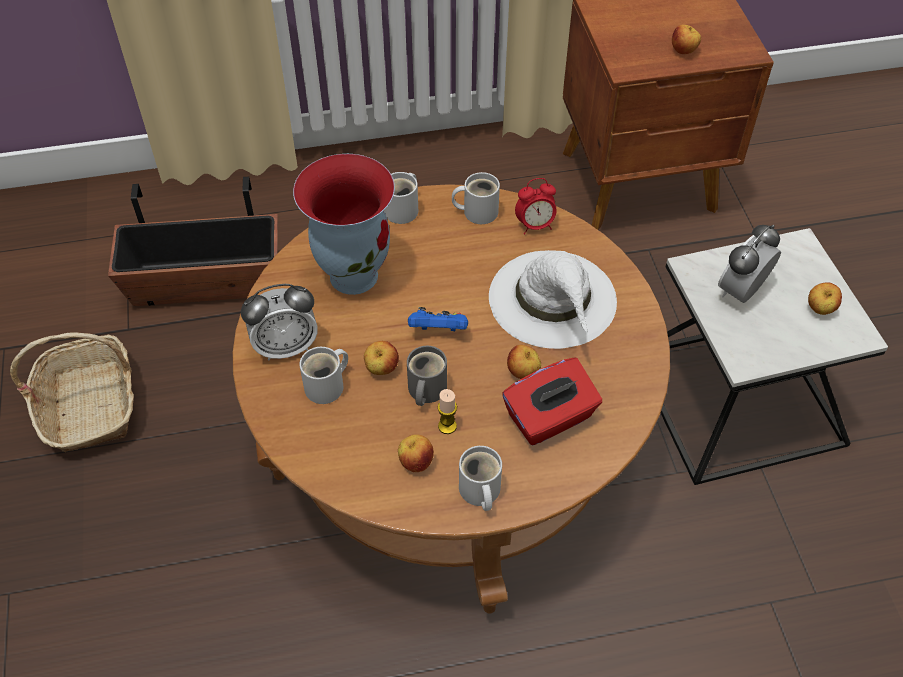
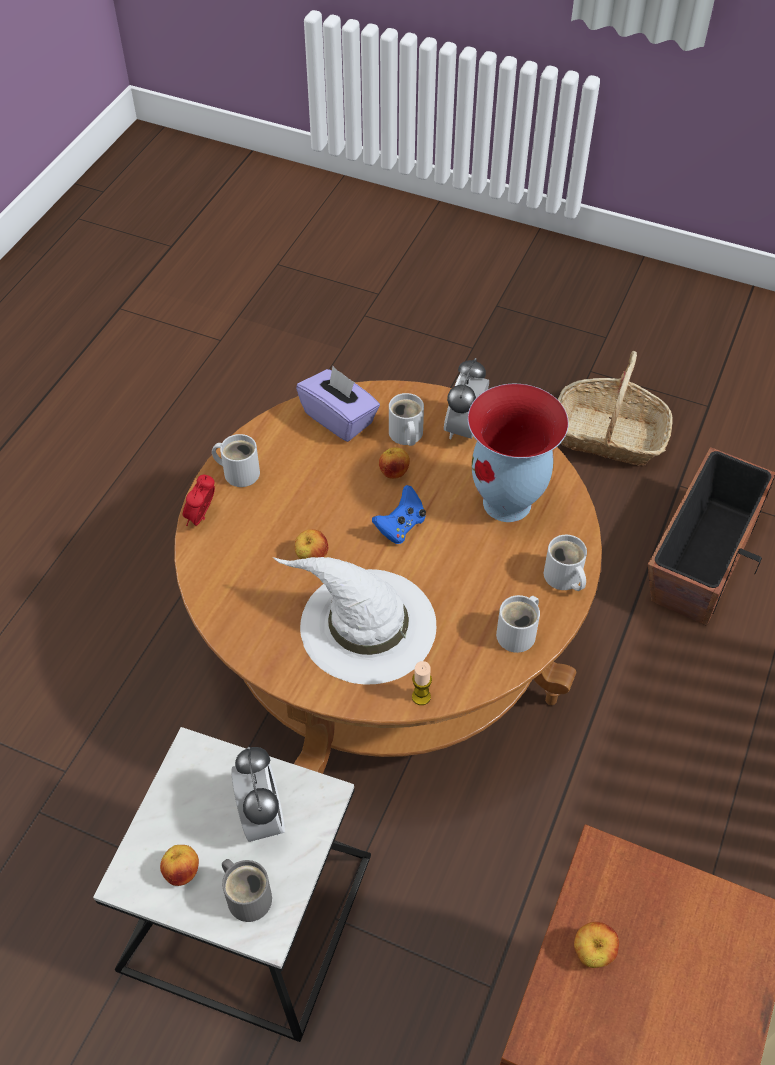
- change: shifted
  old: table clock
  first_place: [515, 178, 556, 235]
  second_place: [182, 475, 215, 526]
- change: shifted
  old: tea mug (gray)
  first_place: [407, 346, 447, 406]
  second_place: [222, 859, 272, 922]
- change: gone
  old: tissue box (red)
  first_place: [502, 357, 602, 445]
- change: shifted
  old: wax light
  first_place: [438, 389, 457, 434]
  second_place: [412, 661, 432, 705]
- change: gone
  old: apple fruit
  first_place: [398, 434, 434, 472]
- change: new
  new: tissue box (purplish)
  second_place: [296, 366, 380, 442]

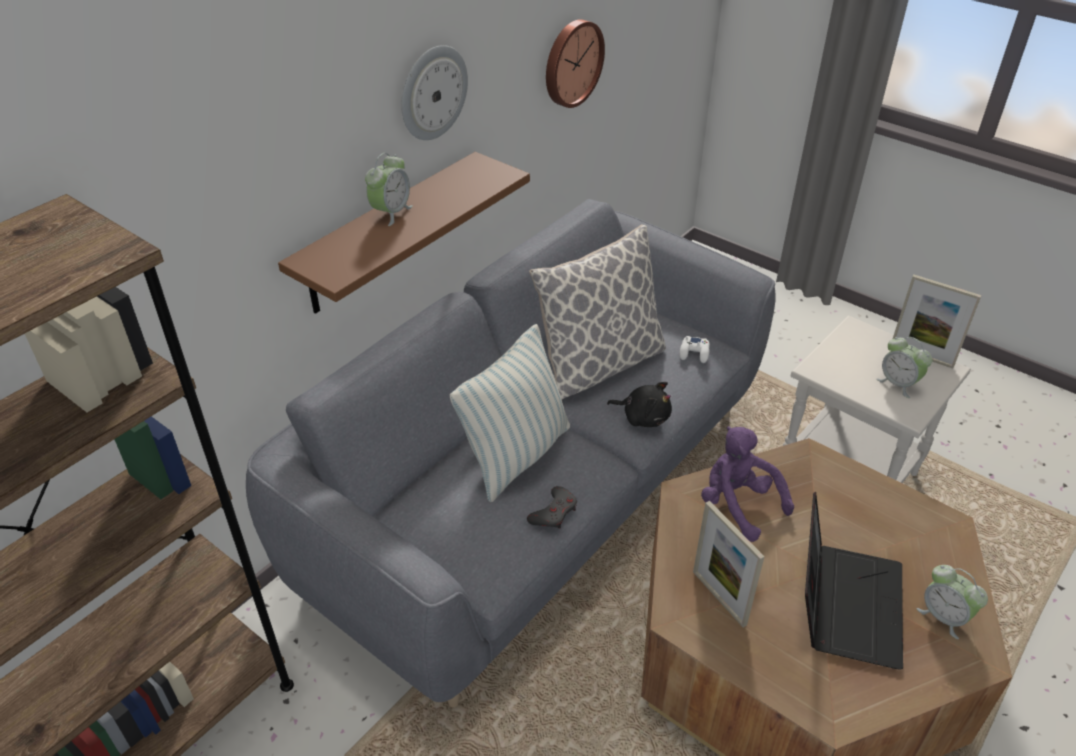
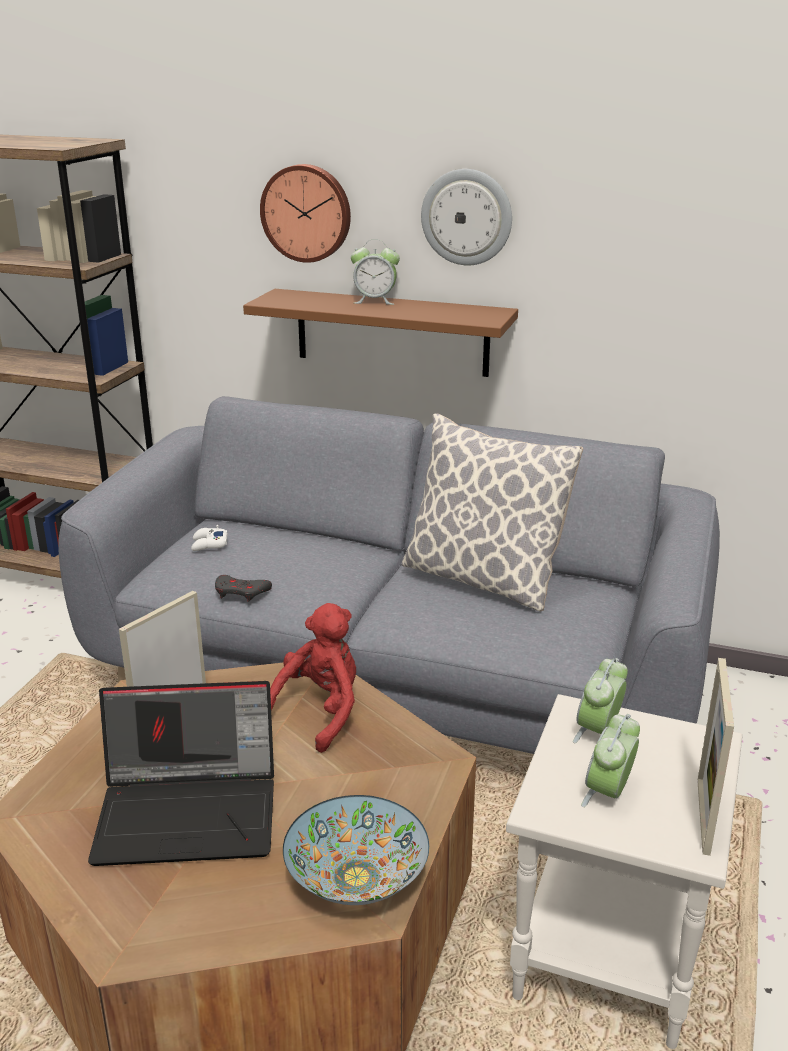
- change: shifted
  old: clock on the wall
  first_place: [546, 19, 605, 108]
  second_place: [260, 164, 351, 263]
- change: gone
  old: pillow
  first_place: [450, 324, 570, 502]
- change: shifted
  old: gamepad (white-coloured)
  first_place: [679, 336, 710, 363]
  second_place: [191, 525, 227, 551]
- change: gone
  old: plush toy (black-coloured)
  first_place: [607, 382, 672, 427]
- change: repainted
  old: plush toy (purplish)
  new: plush toy (red)
  first_place: [701, 426, 794, 542]
  second_place: [270, 603, 356, 753]
- change: shifted
  old: table clock
  first_place: [917, 565, 988, 639]
  second_place: [573, 658, 628, 743]
- change: new
  new: bowl
  second_place: [283, 795, 429, 905]

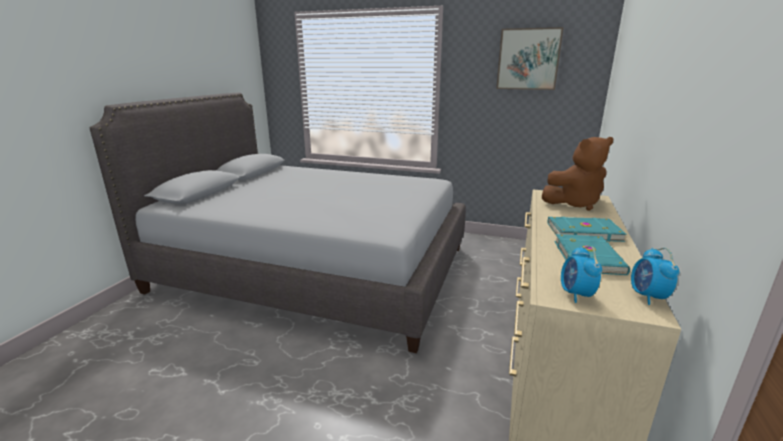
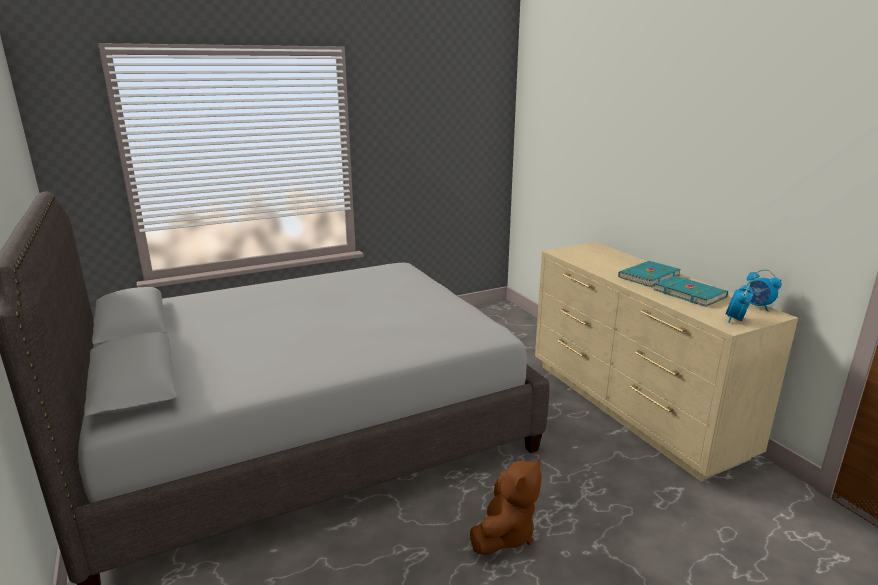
- change: gone
  old: wall art
  first_place: [496, 27, 564, 90]
- change: shifted
  old: plush toy (brown-coloured)
  first_place: [542, 137, 613, 211]
  second_place: [470, 458, 542, 555]
- change: rotated
  old: table clock
  first_place: [561, 246, 602, 303]
  second_place: [725, 283, 753, 323]
  degrees: 75

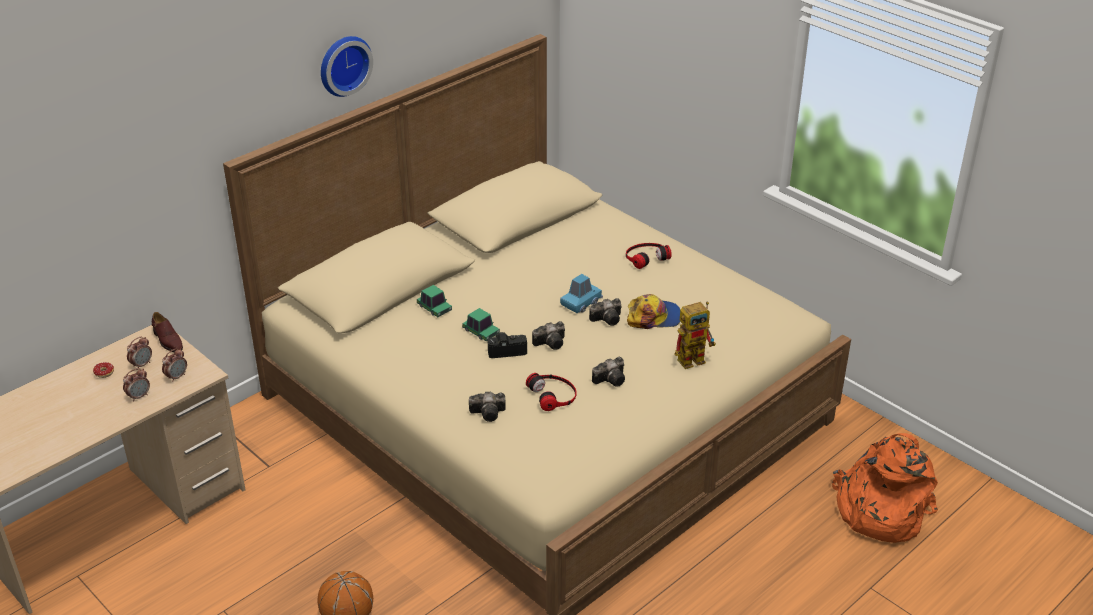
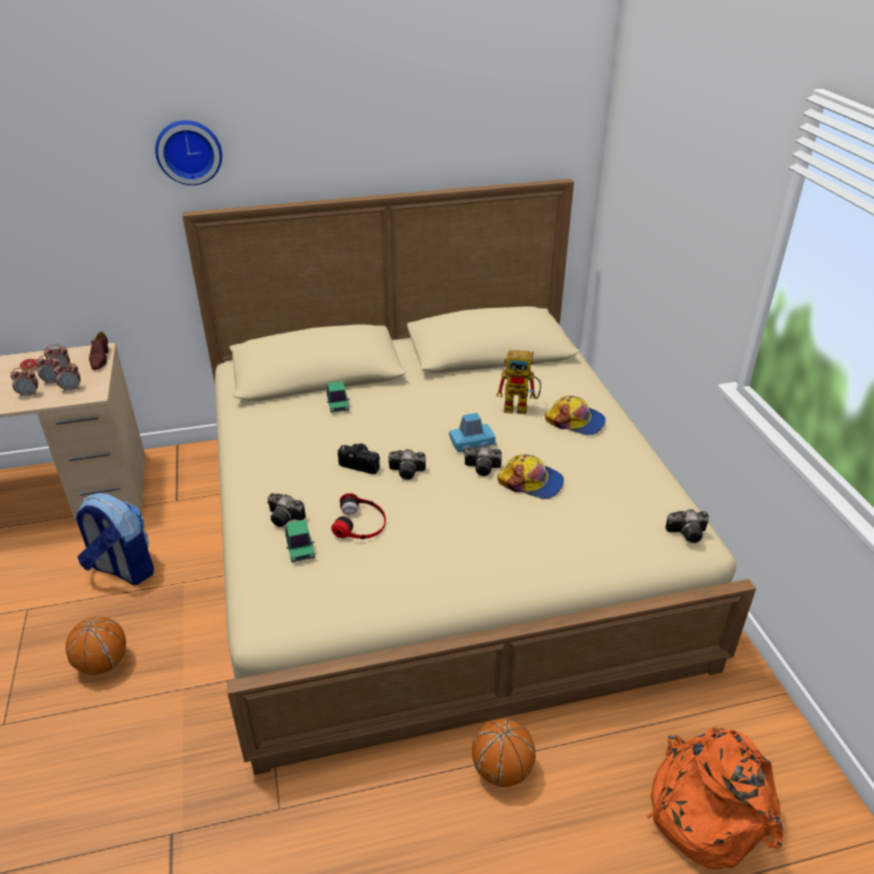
- change: shifted
  old: clock on the wall
  first_place: [321, 36, 373, 97]
  second_place: [155, 120, 222, 185]
- change: swapped
  old: pair of headphones
  new: cap
  first_place: [626, 243, 672, 269]
  second_place: [545, 396, 606, 435]
- change: shifted
  old: robot figure
  first_place: [675, 302, 716, 369]
  second_place: [496, 350, 541, 414]
- change: shifted
  old: toy car
  first_place: [462, 308, 500, 341]
  second_place: [285, 520, 315, 562]
- change: shifted
  old: photo camera
  first_place: [592, 357, 625, 387]
  second_place: [665, 509, 709, 543]
- change: new
  new: table clock
  second_place: [36, 355, 62, 384]
- change: new
  new: backpack
  second_place: [76, 493, 154, 585]
- change: new
  new: basketball ball
  second_place: [472, 719, 536, 787]

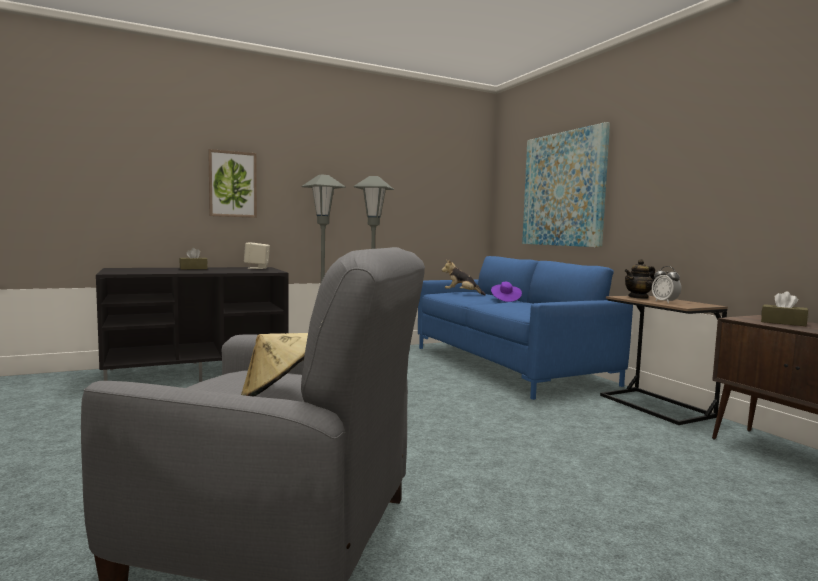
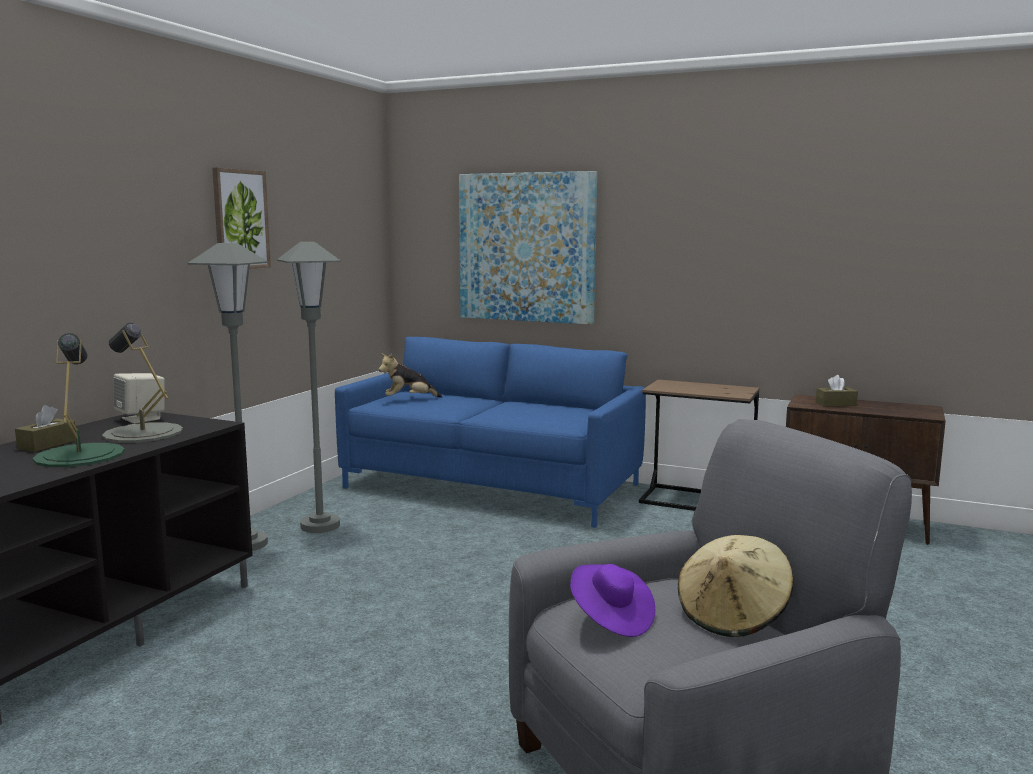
- change: shifted
  old: wall art
  first_place: [208, 149, 257, 218]
  second_place: [212, 167, 271, 269]
- change: gone
  old: pot for tea
  first_place: [625, 259, 655, 299]
- change: gone
  old: table clock
  first_place: [652, 266, 681, 303]
- change: shifted
  old: hat (purplish)
  first_place: [491, 282, 522, 302]
  second_place: [570, 564, 655, 637]
- change: new
  new: tabletop lamp (gray)
  second_place: [102, 323, 183, 443]
- change: new
  new: tabletop lamp (green-coloured)
  second_place: [32, 333, 125, 467]

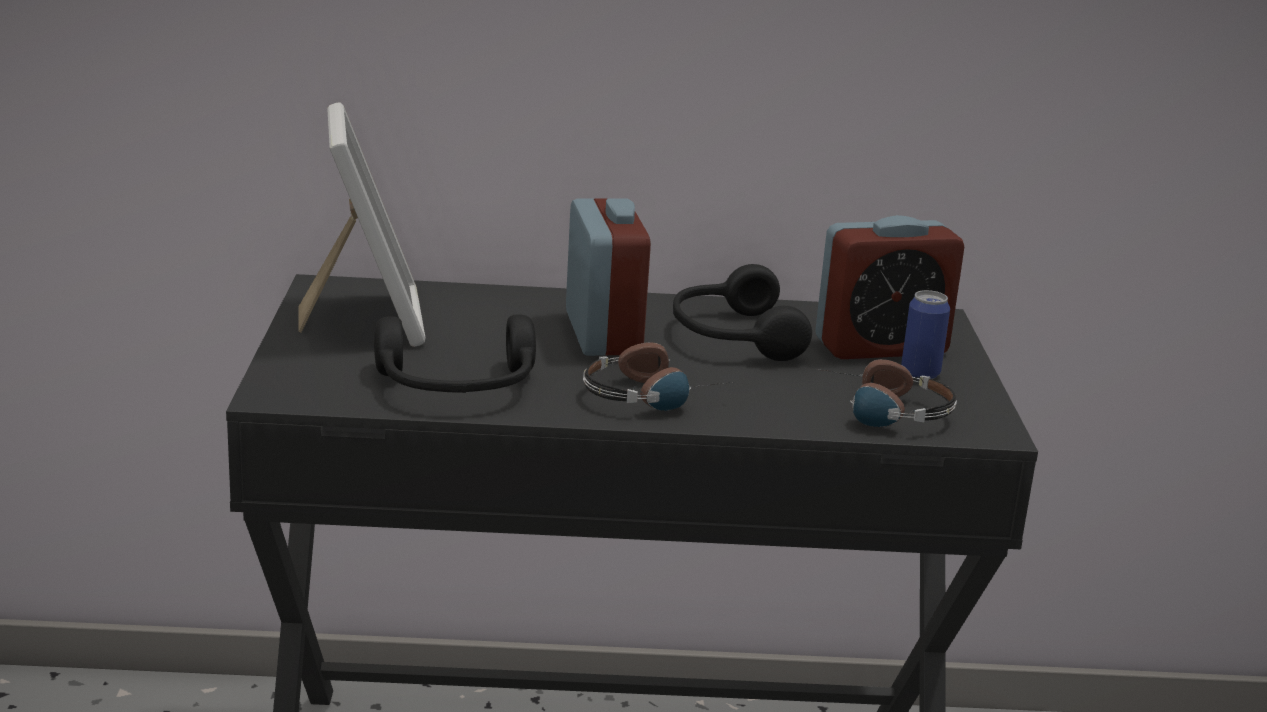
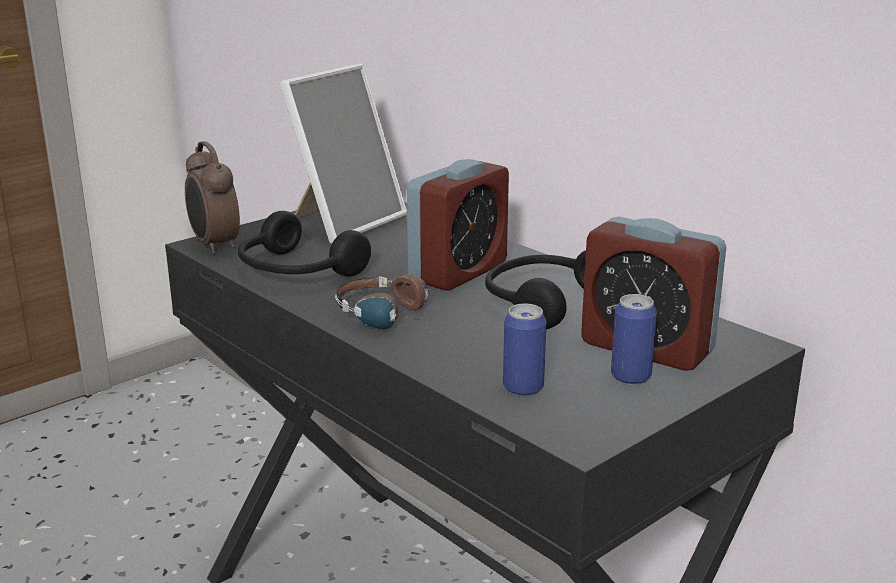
- change: swapped
  old: pair of headphones
  new: metal can
  first_place: [814, 359, 957, 427]
  second_place: [503, 303, 547, 396]
- change: new
  new: table clock
  second_place: [185, 141, 240, 255]

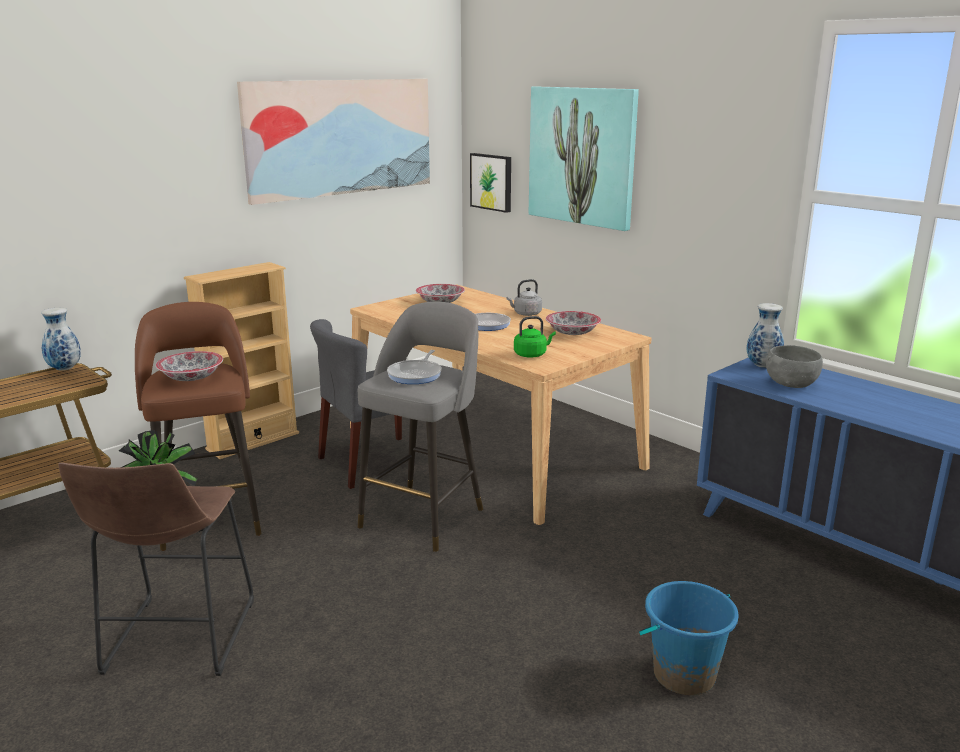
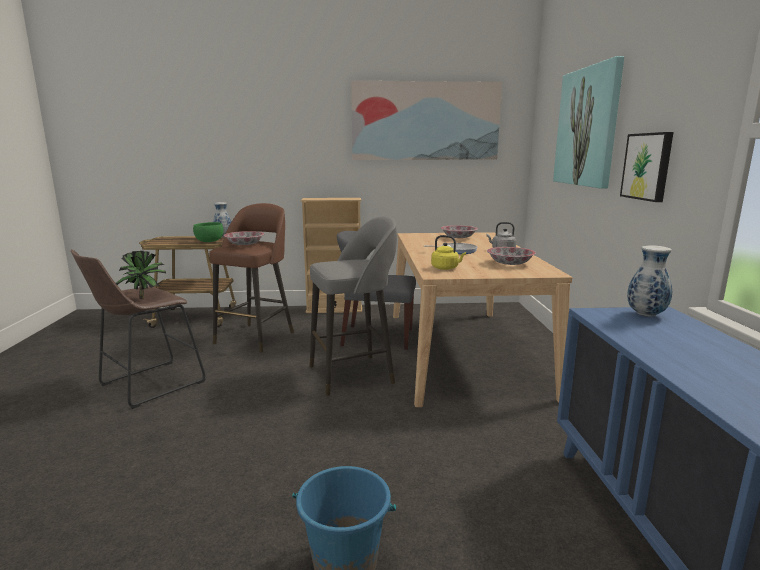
- change: shifted
  old: wall art
  first_place: [470, 153, 511, 213]
  second_place: [620, 132, 674, 202]
- change: repainted
  old: kettle (green-coloured)
  new: kettle (yellow-coloured)
  first_place: [514, 316, 556, 358]
  second_place: [431, 235, 466, 270]
- change: gone
  old: bowl (gray)
  first_place: [766, 345, 823, 388]
- change: gone
  old: frying pan
  first_place: [387, 350, 442, 384]
- change: new
  new: bowl (green-coloured)
  second_place: [193, 222, 223, 242]

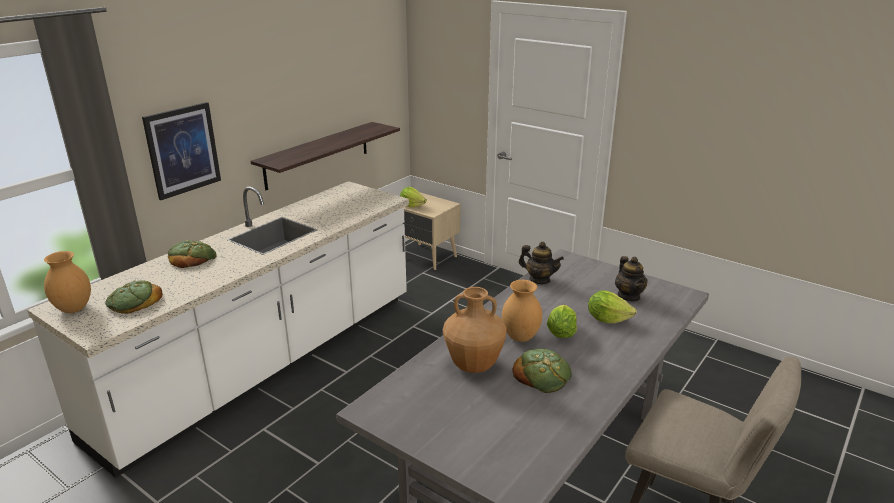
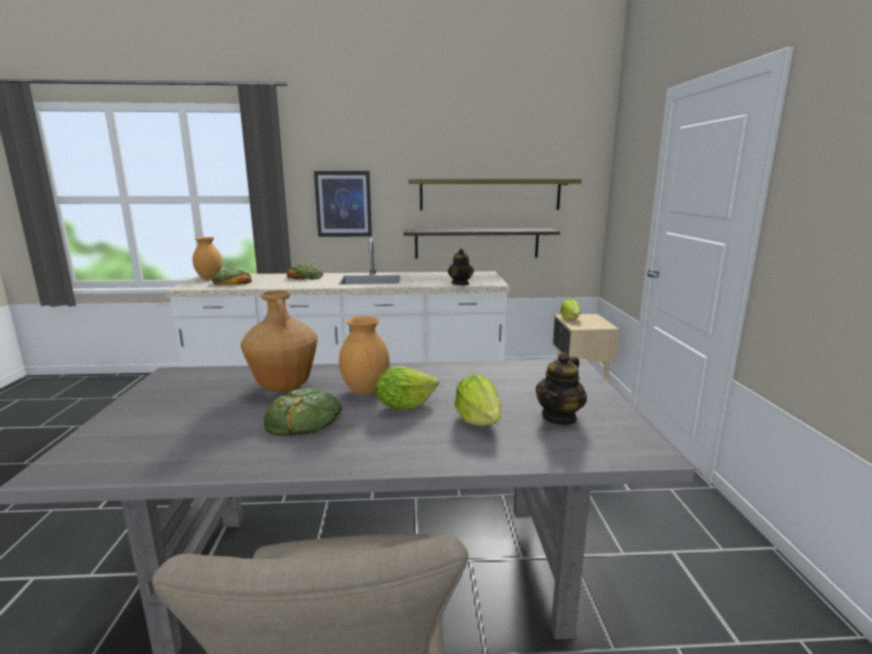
- change: shifted
  old: pot for tea
  first_place: [519, 242, 564, 284]
  second_place: [448, 249, 474, 285]
- change: new
  new: wall shelf
  second_place: [408, 179, 582, 210]

